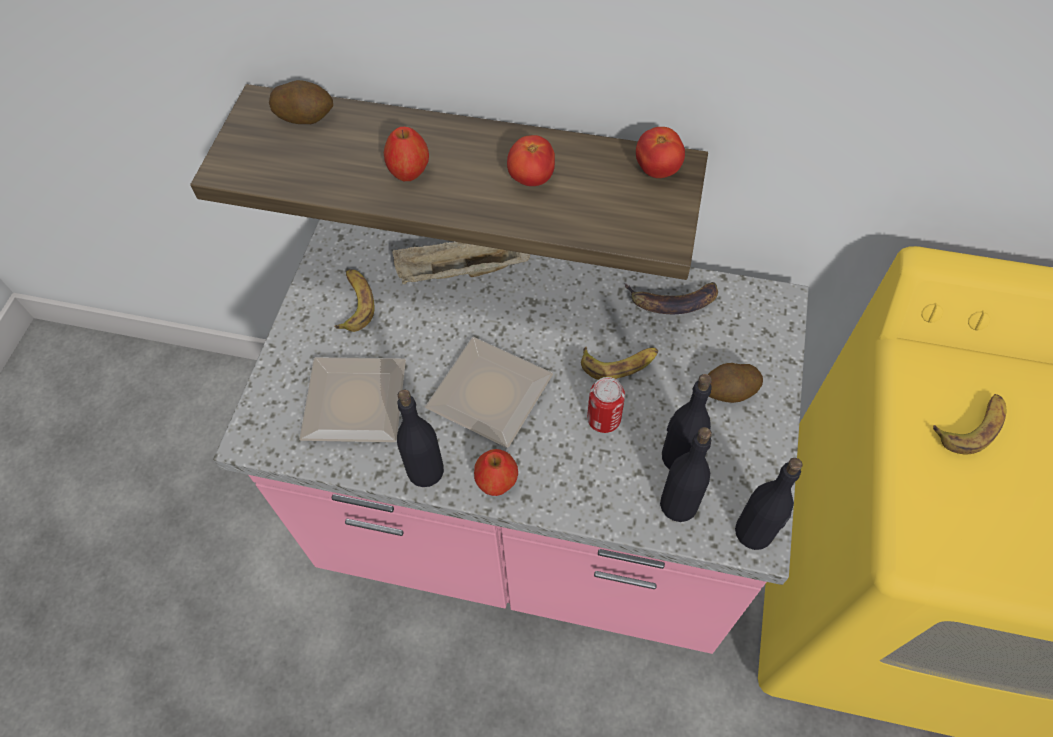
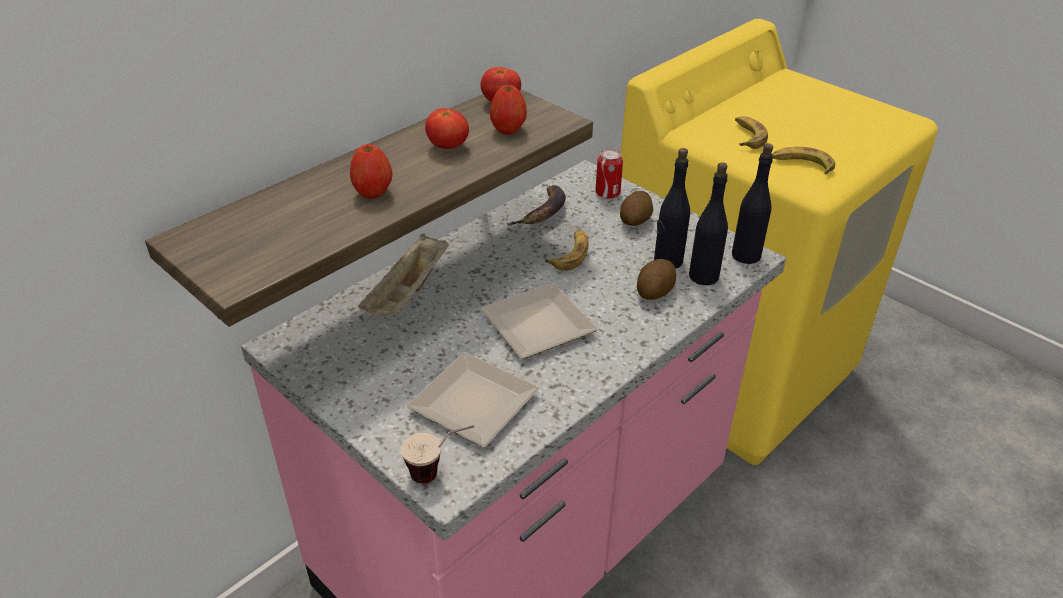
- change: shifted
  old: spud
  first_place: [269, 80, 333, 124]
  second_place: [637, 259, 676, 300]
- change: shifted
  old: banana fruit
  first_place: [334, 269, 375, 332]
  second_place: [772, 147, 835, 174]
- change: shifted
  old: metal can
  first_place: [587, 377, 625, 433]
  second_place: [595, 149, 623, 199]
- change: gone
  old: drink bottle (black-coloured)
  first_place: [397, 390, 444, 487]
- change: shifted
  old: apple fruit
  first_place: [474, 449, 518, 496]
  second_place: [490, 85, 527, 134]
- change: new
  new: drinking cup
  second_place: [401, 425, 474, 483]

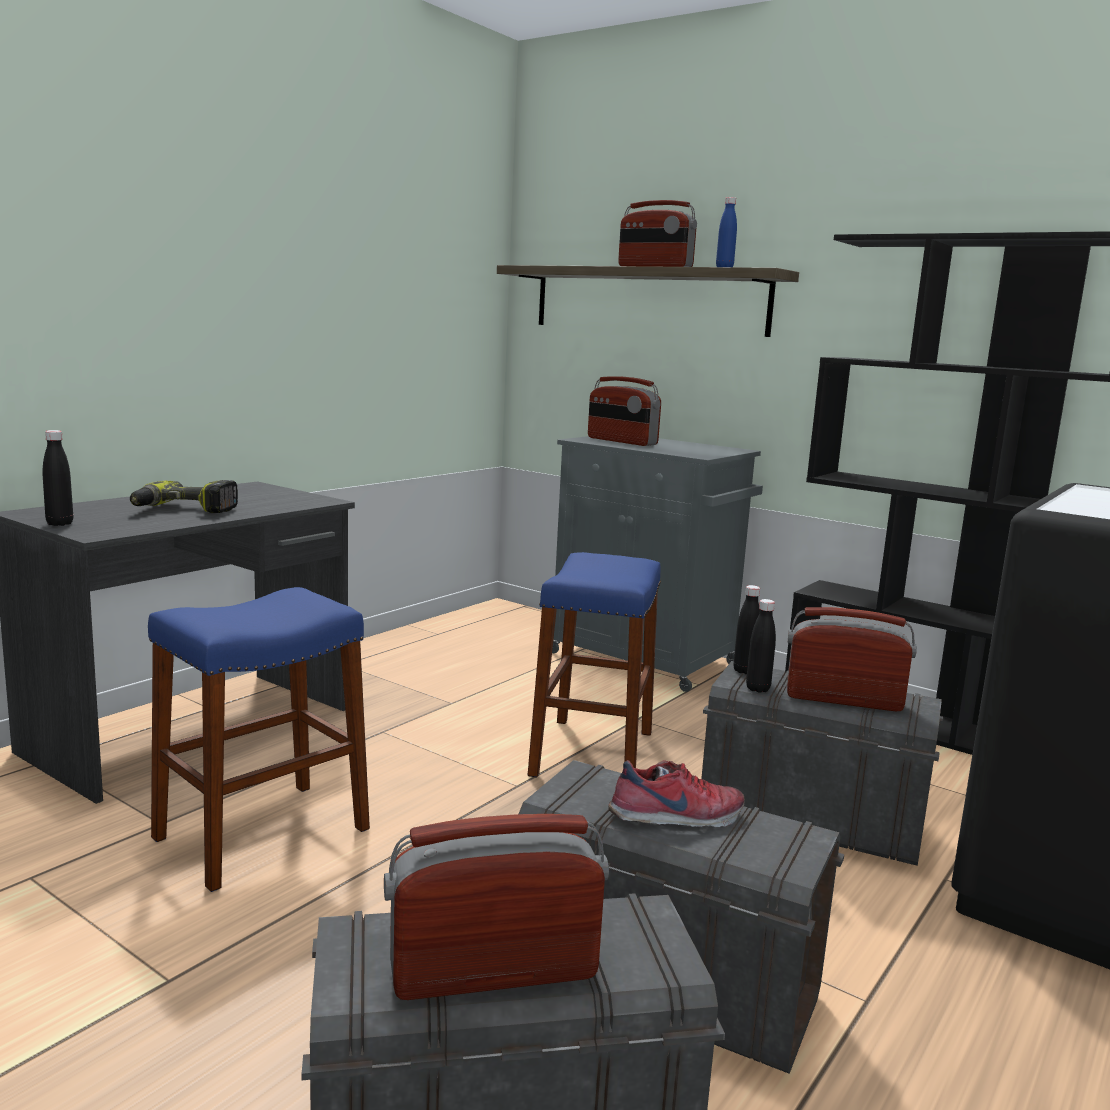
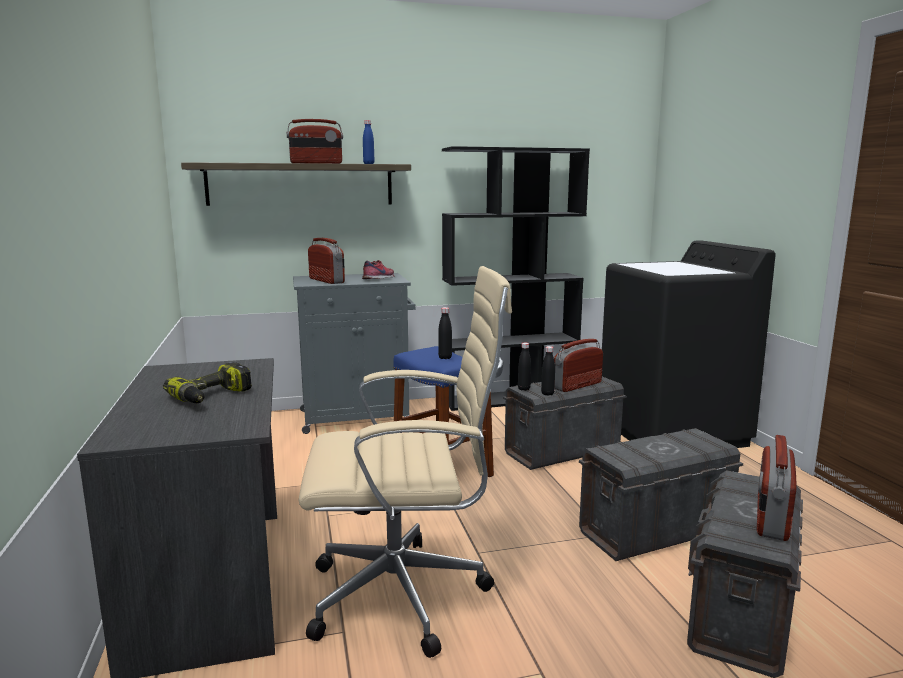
- change: rotated
  old: radio receiver
  first_place: [588, 376, 661, 446]
  second_place: [308, 238, 345, 284]
  degrees: -120
- change: shifted
  old: drink bottle (black-coloured)
  first_place: [43, 430, 73, 526]
  second_place: [438, 307, 452, 359]
- change: swapped
  old: stool (blue-coloured)
  new: office chair (beige-coloured)
  first_place: [148, 587, 370, 892]
  second_place: [299, 266, 512, 658]
- change: shifted
  old: low shoe
  first_place: [608, 760, 745, 827]
  second_place: [362, 260, 395, 279]

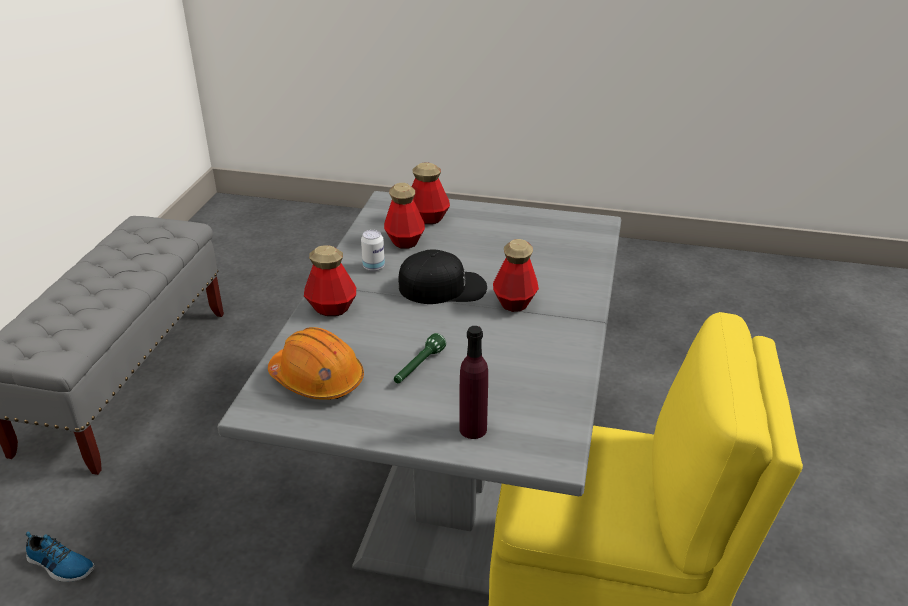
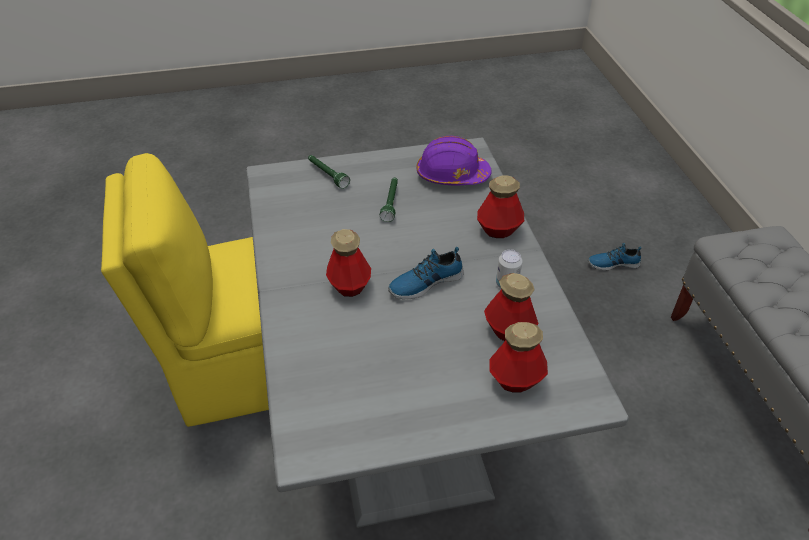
- change: swapped
  old: cap (black-coloured)
  new: low shoe
  first_place: [398, 249, 487, 304]
  second_place: [388, 247, 464, 299]
- change: swapped
  old: drink bottle (purplish)
  new: torch (green-coloured)
  first_place: [459, 326, 488, 439]
  second_place: [308, 155, 350, 189]
- change: repainted
  old: hard hat (orange)
  new: hard hat (purplish)
  first_place: [268, 327, 364, 400]
  second_place: [417, 136, 492, 185]

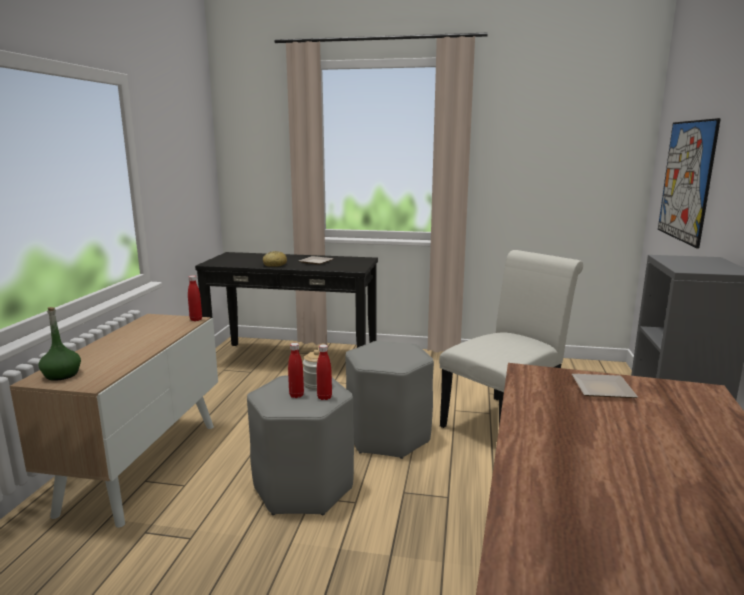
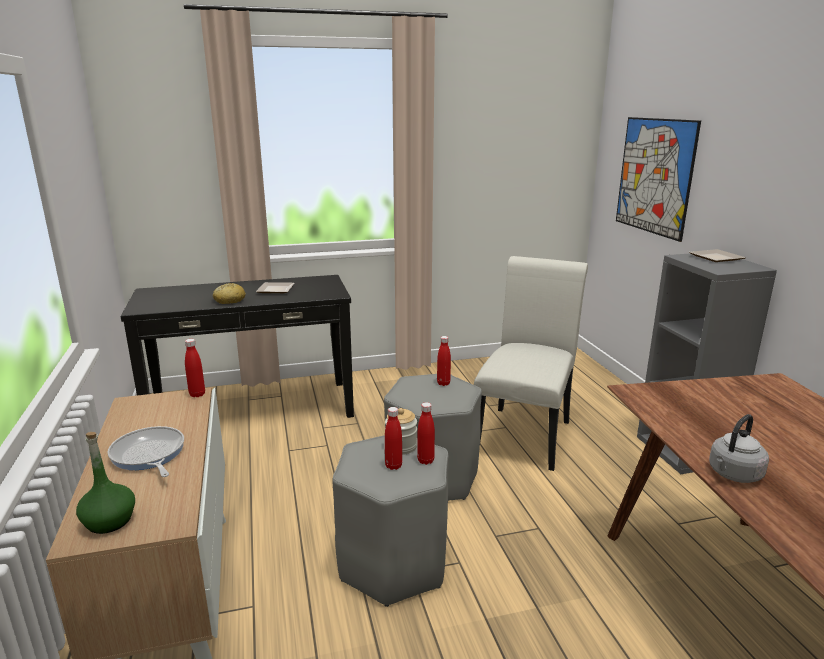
- change: shifted
  old: dinner plate
  first_place: [572, 374, 638, 398]
  second_place: [689, 249, 746, 262]
- change: new
  new: drink bottle (red)
  second_place: [437, 336, 451, 386]
- change: new
  new: kettle (gray)
  second_place: [709, 414, 769, 483]
- change: new
  new: frying pan
  second_place: [107, 426, 184, 477]

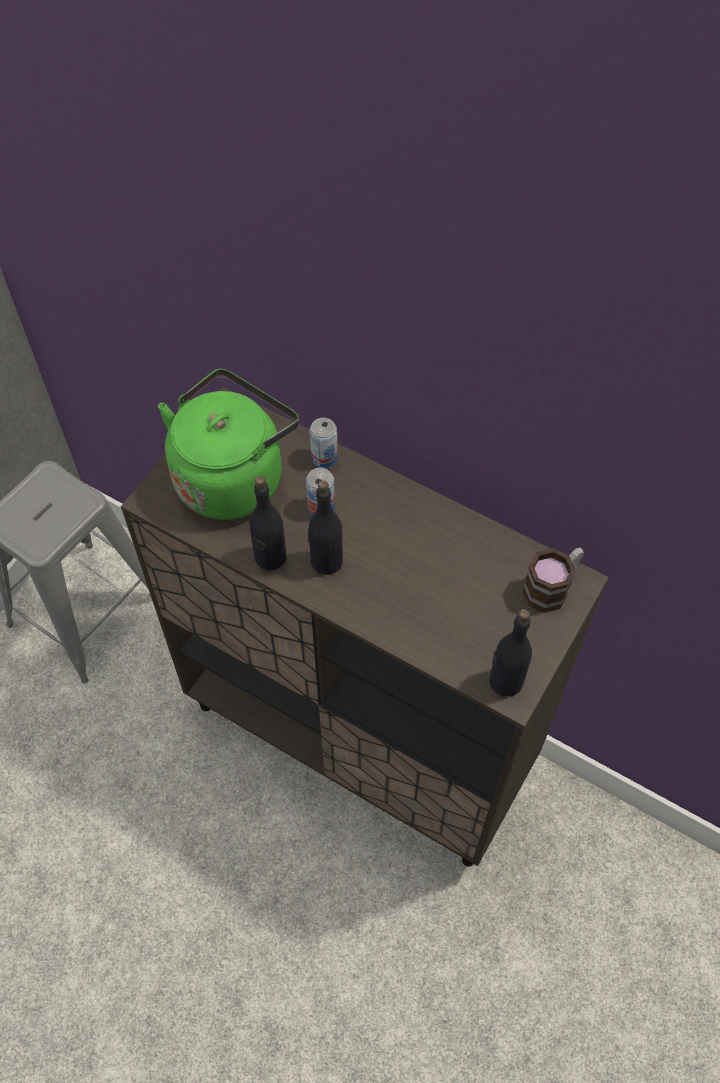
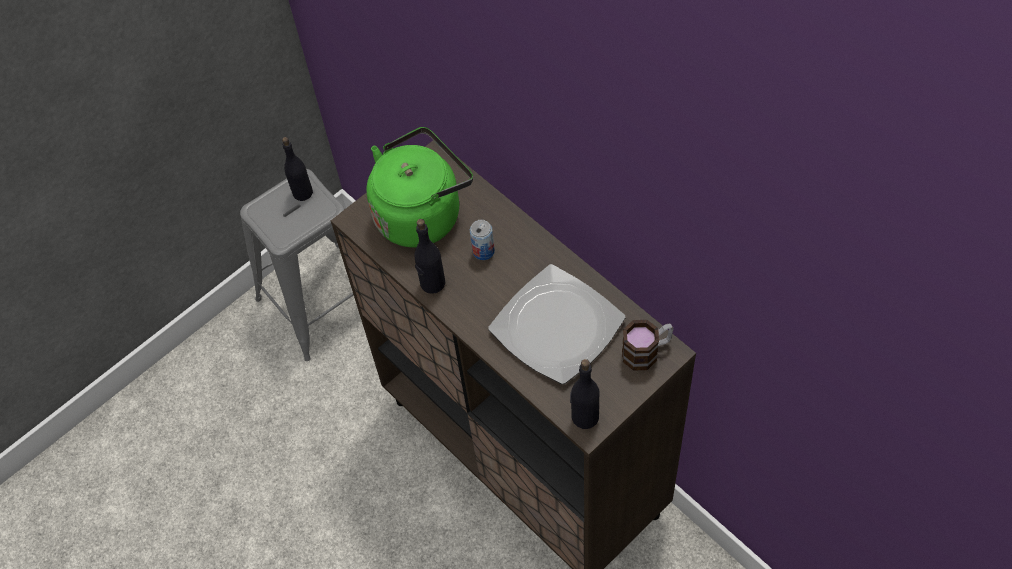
- change: gone
  old: metal can
  first_place: [309, 418, 338, 468]
- change: shifted
  old: drink bottle (black-coloured)
  first_place: [308, 480, 343, 575]
  second_place: [282, 137, 313, 201]
- change: new
  new: dinner plate
  second_place: [488, 264, 625, 384]

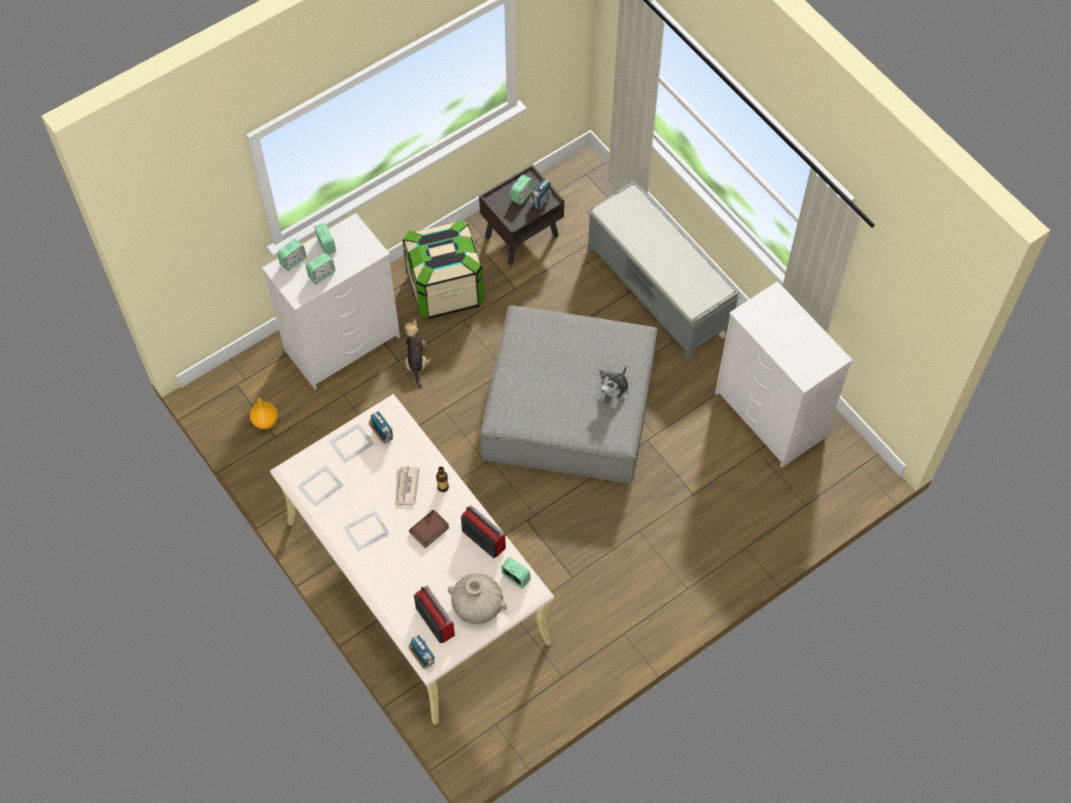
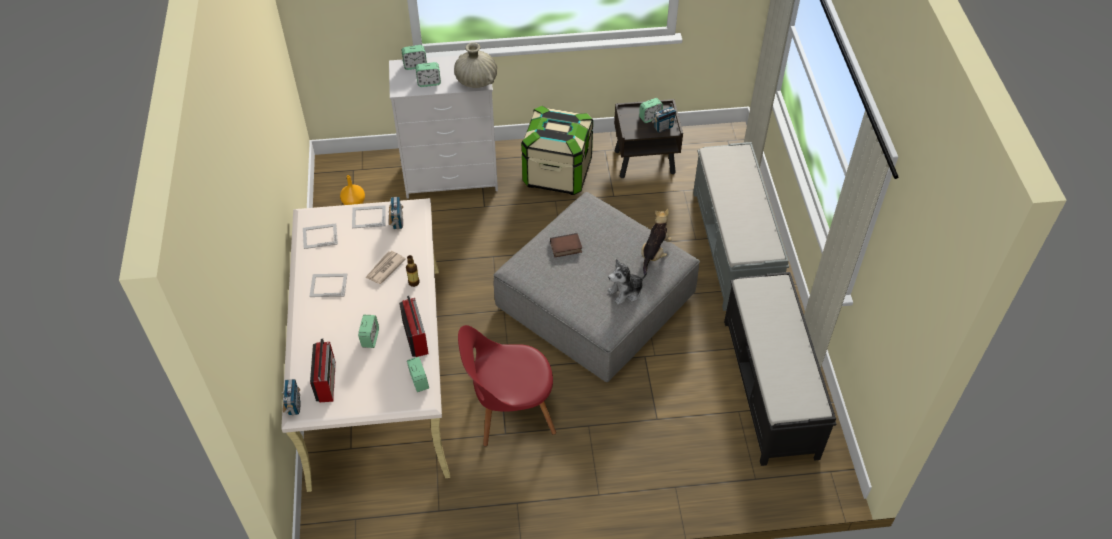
- change: shifted
  old: table clock
  first_place: [314, 223, 336, 255]
  second_place: [358, 315, 379, 348]
- change: swapped
  old: chest of drawers (white-coloured)
  new: bench (black-coloured)
  first_place: [715, 281, 853, 467]
  second_place: [724, 272, 836, 466]
- change: shifted
  old: plush toy
  first_place: [404, 319, 431, 388]
  second_place: [641, 209, 672, 275]
- change: shifted
  old: bound book
  first_place: [409, 509, 449, 548]
  second_place: [550, 233, 582, 257]
- change: shifted
  old: flower vase (beige-coloured)
  first_place: [448, 574, 507, 624]
  second_place: [454, 42, 497, 88]
- change: new
  new: upright chair (red)
  second_place: [458, 325, 556, 446]

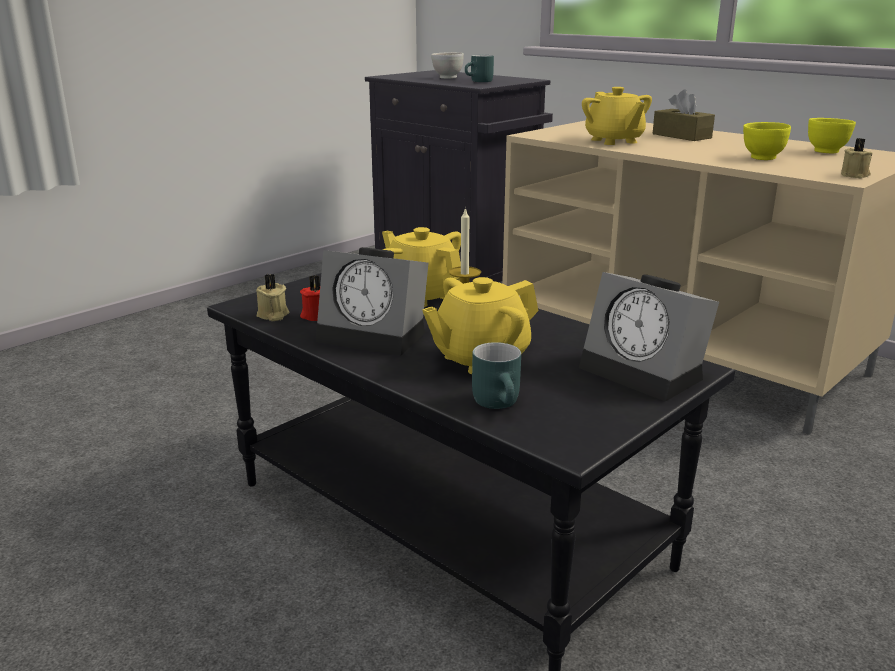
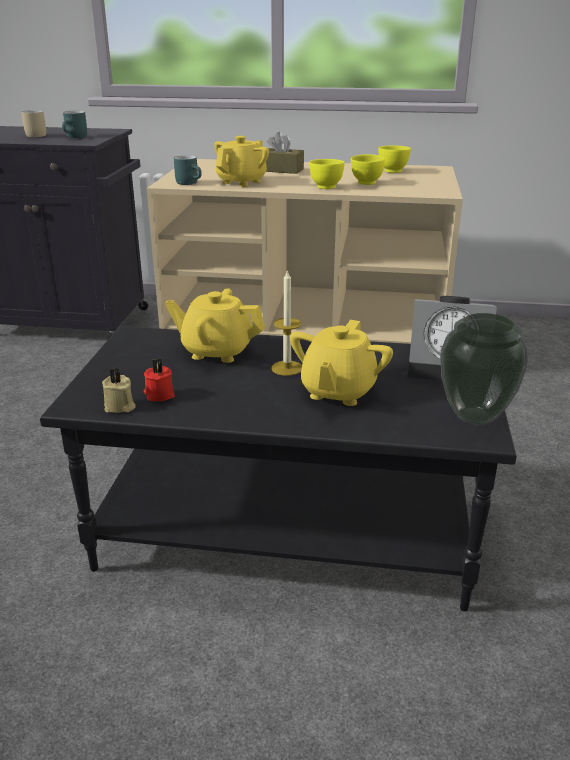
- change: swapped
  old: bowl (white-coloured)
  new: tea mug (beige-coloured)
  first_place: [431, 52, 464, 79]
  second_place: [21, 110, 46, 137]
- change: rotated
  old: pot for tea (yellow-coloured)
  first_place: [582, 87, 652, 145]
  second_place: [214, 136, 269, 187]
  degrees: -90
- change: gone
  old: wax light (beige-coloured)
  first_place: [841, 138, 872, 179]
- change: gone
  old: table clock
  first_place: [316, 247, 428, 356]
- change: shifted
  old: tea mug (turquoise)
  first_place: [472, 342, 521, 409]
  second_place: [174, 155, 202, 185]
- change: new
  new: bowl (yellow-coloured)
  second_place: [309, 159, 345, 189]
- change: new
  new: flower vase
  second_place: [440, 313, 528, 425]

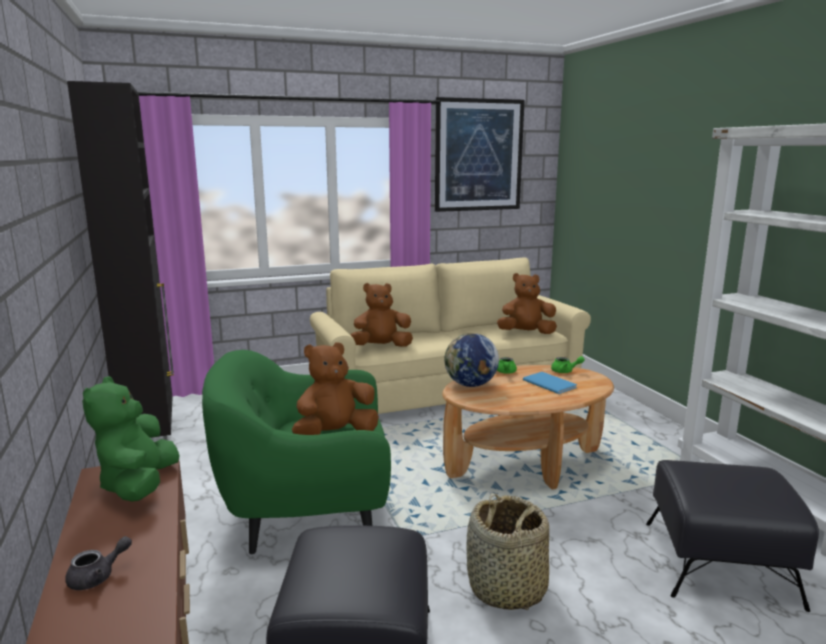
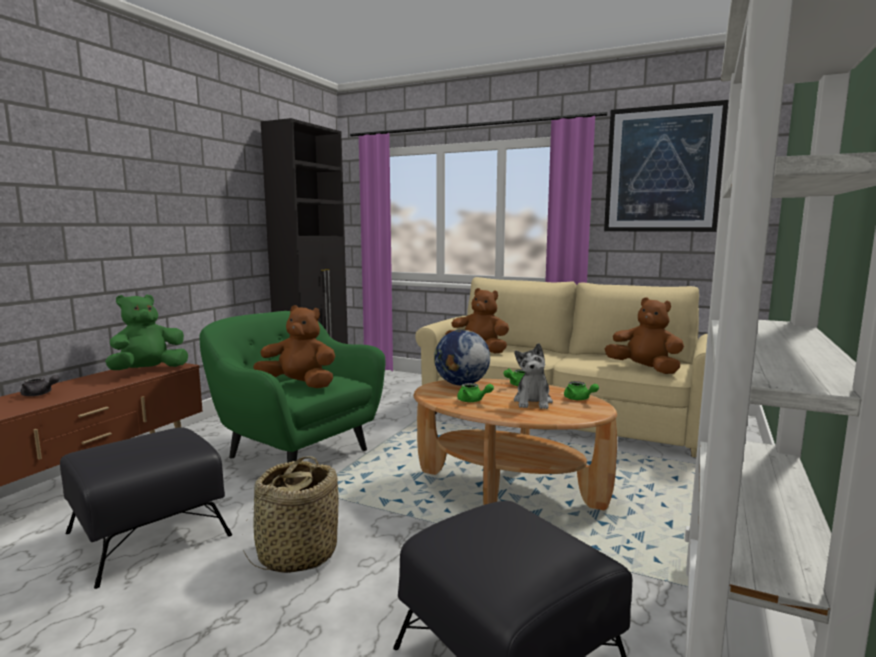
- change: swapped
  old: bound book (blue-coloured)
  new: plush toy
  first_place: [523, 372, 577, 394]
  second_place: [514, 343, 553, 409]
- change: new
  new: pot for tea (green-coloured)
  second_place: [457, 383, 494, 402]

